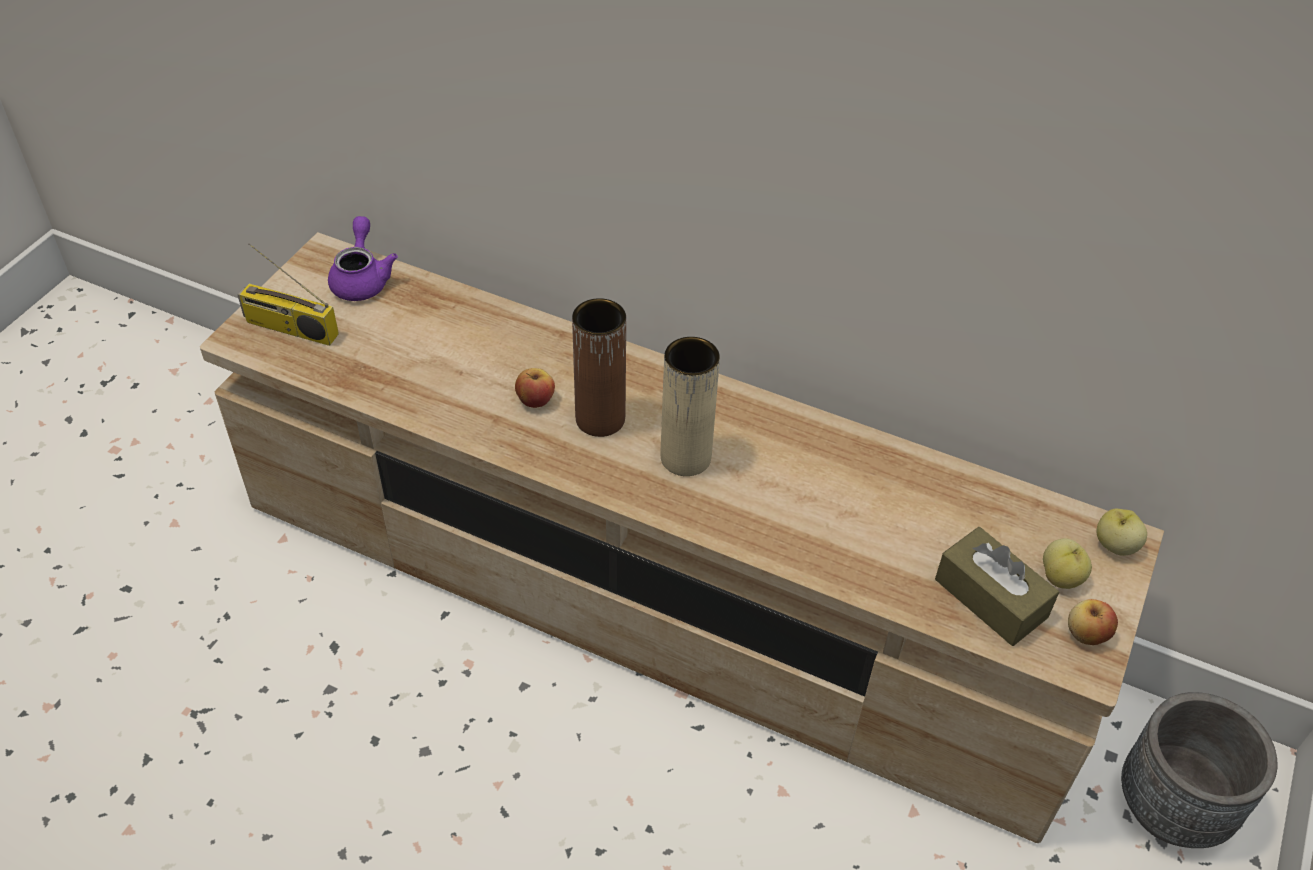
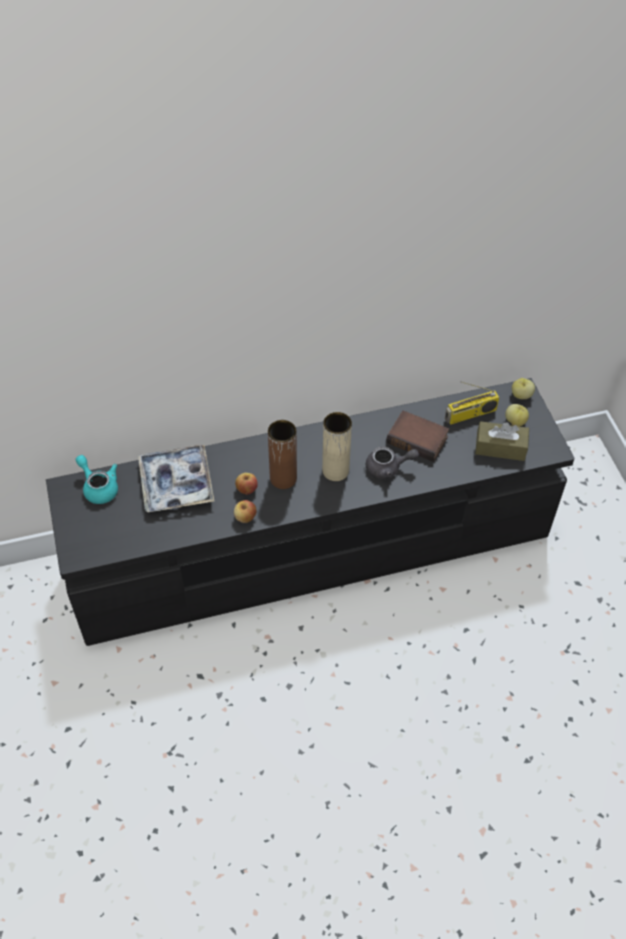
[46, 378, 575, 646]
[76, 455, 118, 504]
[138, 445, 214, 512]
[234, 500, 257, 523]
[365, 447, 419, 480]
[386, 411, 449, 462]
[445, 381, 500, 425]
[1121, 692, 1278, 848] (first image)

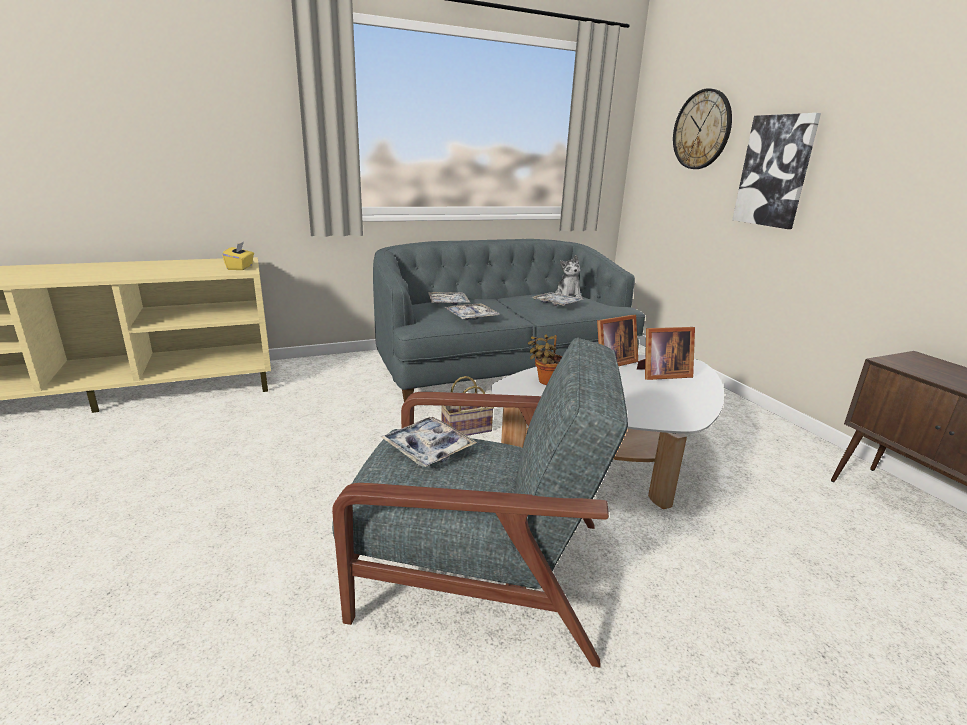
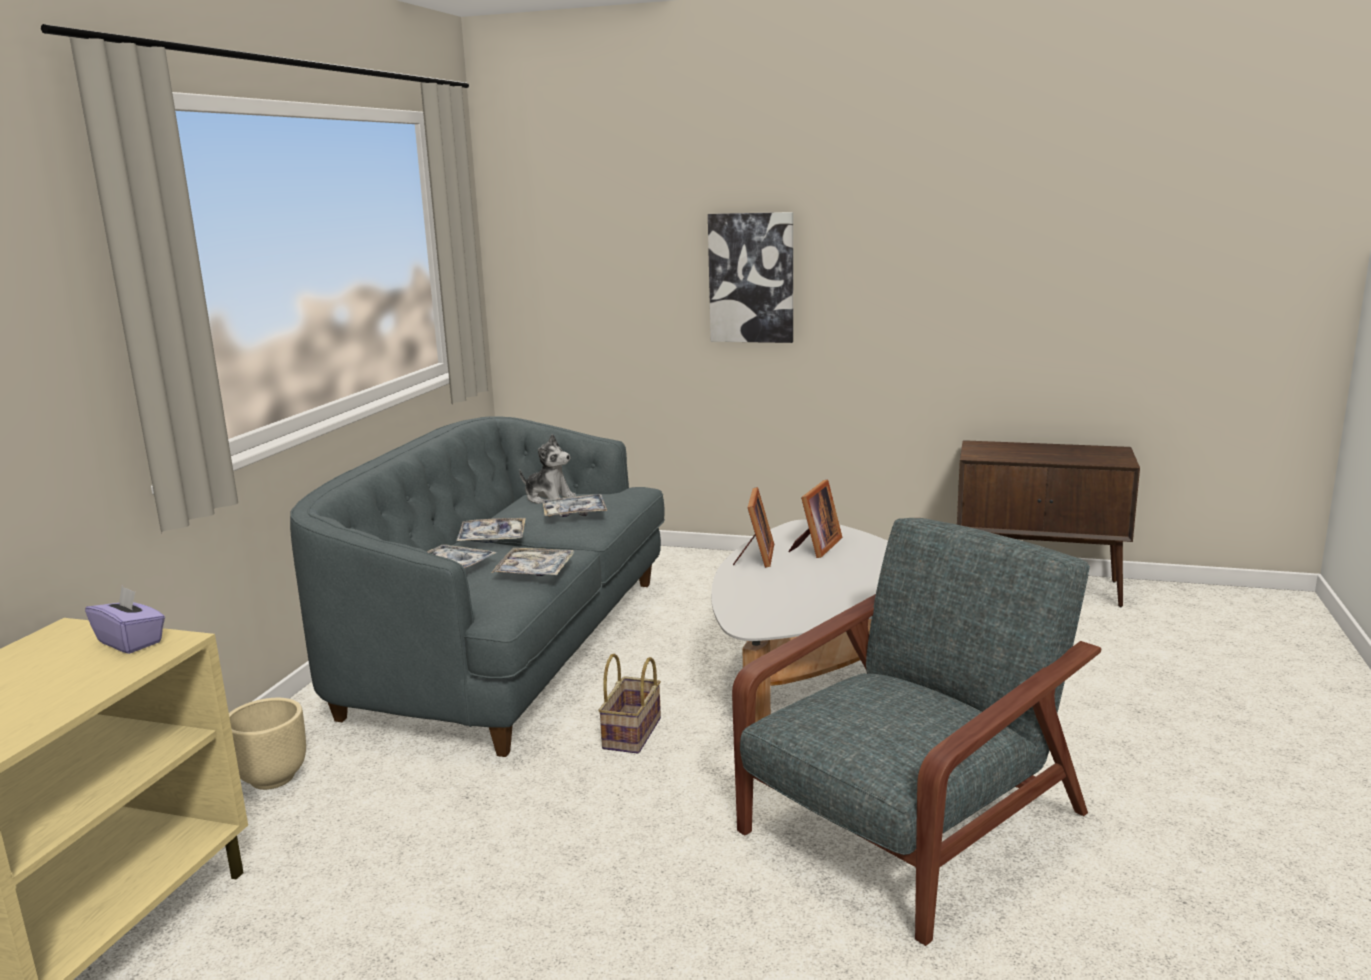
[85, 586, 165, 654]
[229, 698, 306, 790]
[456, 518, 526, 543]
[528, 334, 562, 385] (first image)
[673, 88, 732, 169] (first image)

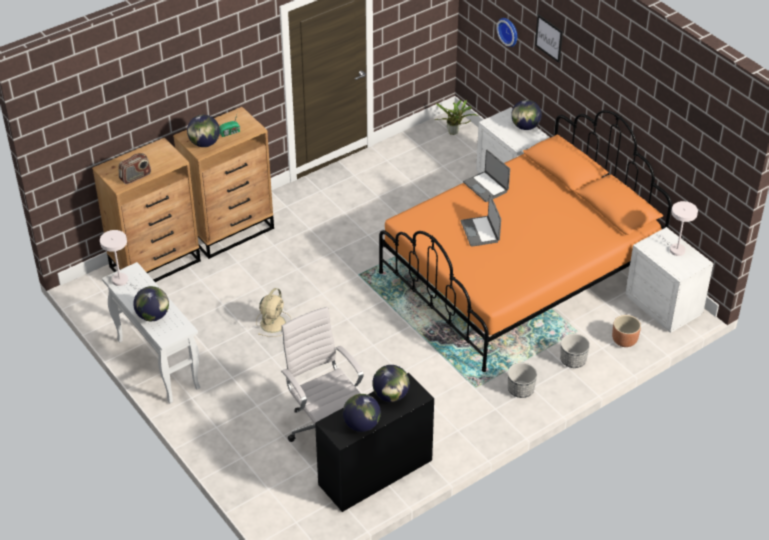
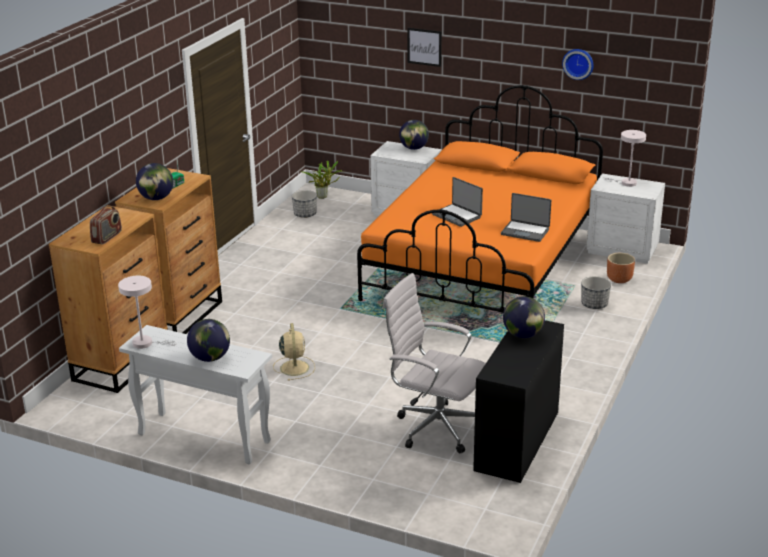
[292, 190, 317, 218]
[501, 193, 551, 242]
[562, 49, 593, 80]
[343, 394, 381, 432] (first image)

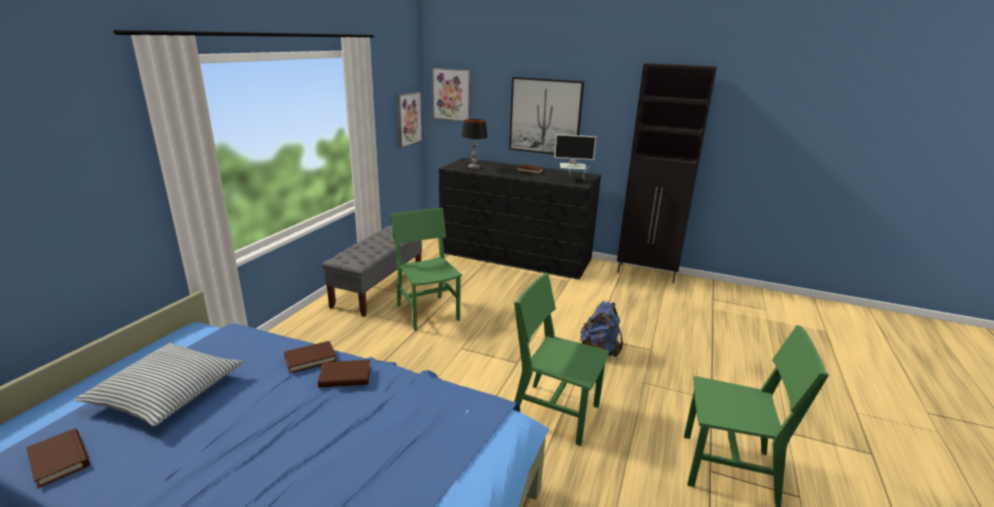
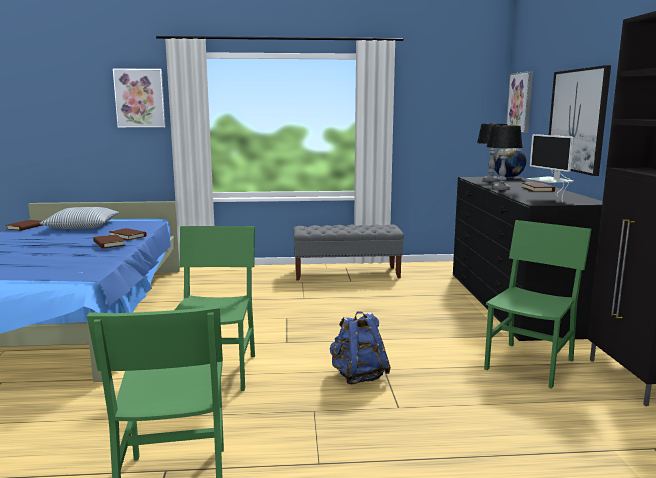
[113, 69, 166, 128]
[484, 220, 592, 389]
[486, 125, 523, 190]
[494, 148, 527, 178]

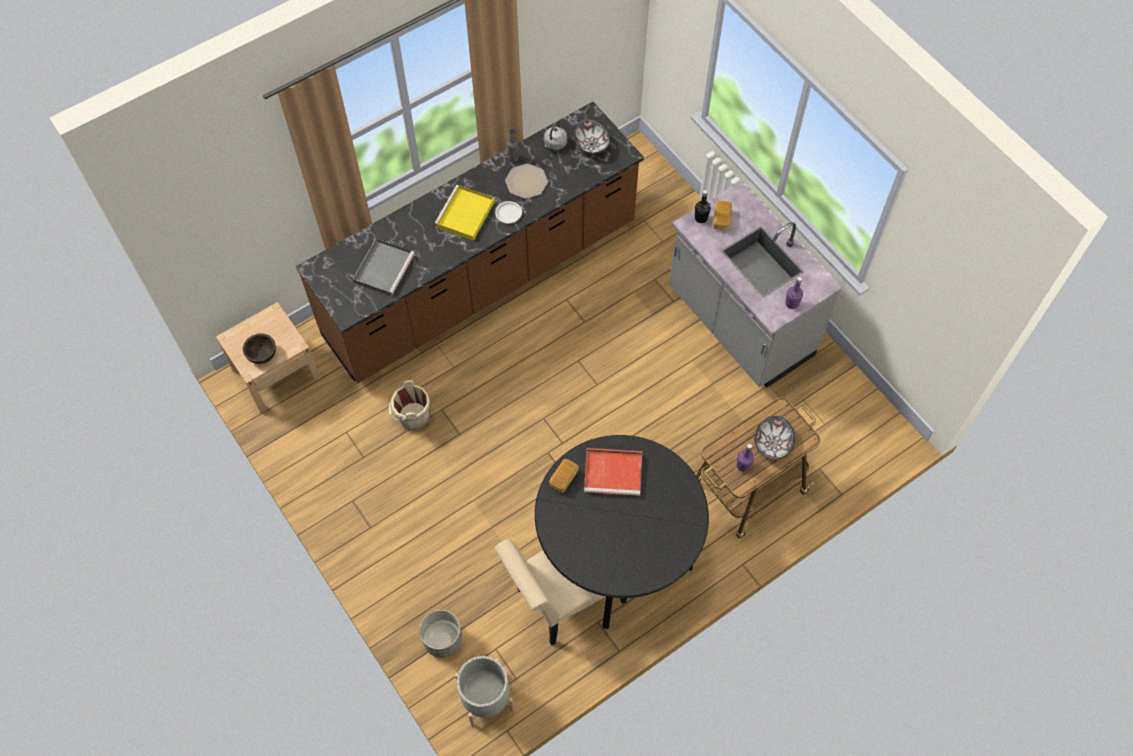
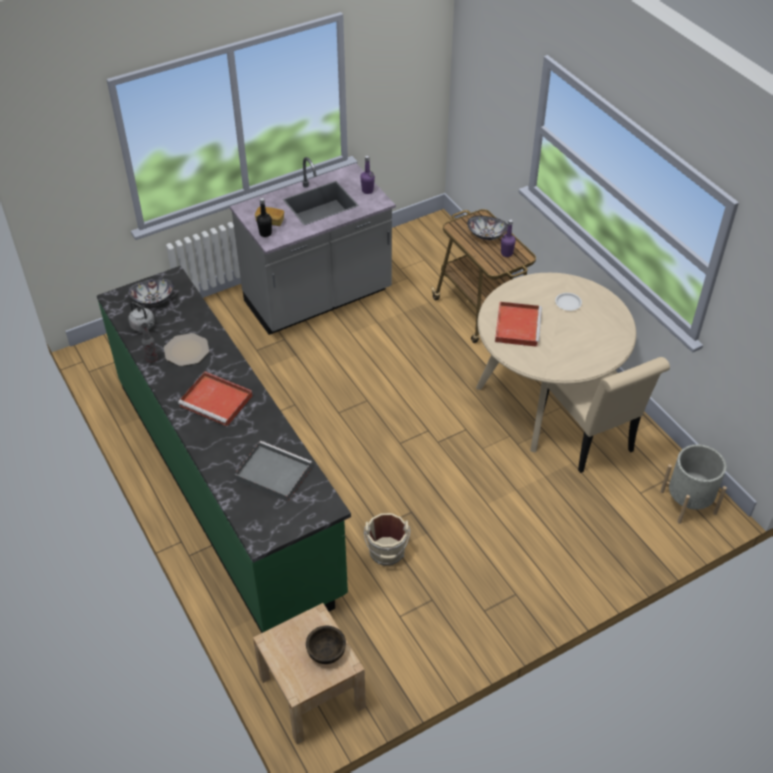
[97, 266, 351, 633]
[178, 372, 253, 426]
[476, 273, 636, 452]
[555, 293, 582, 311]
[420, 610, 462, 658] (first image)
[549, 459, 579, 493] (first image)

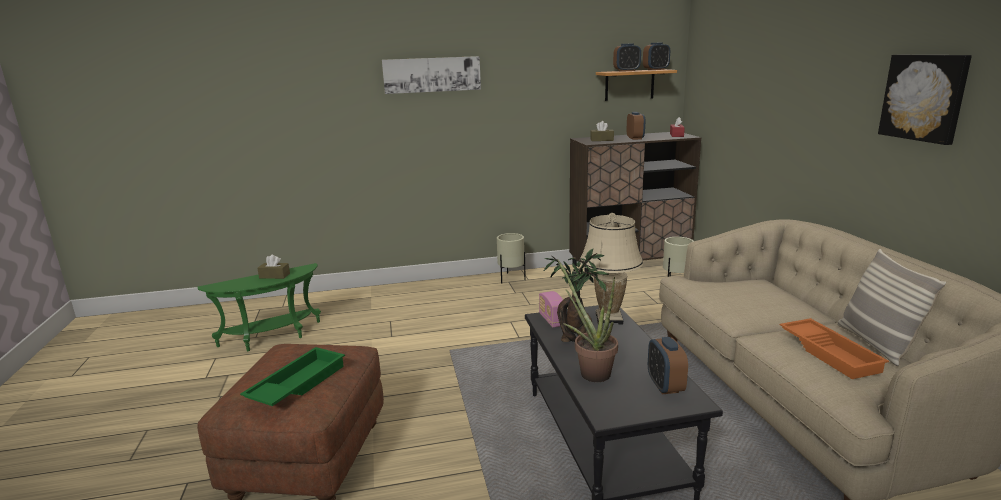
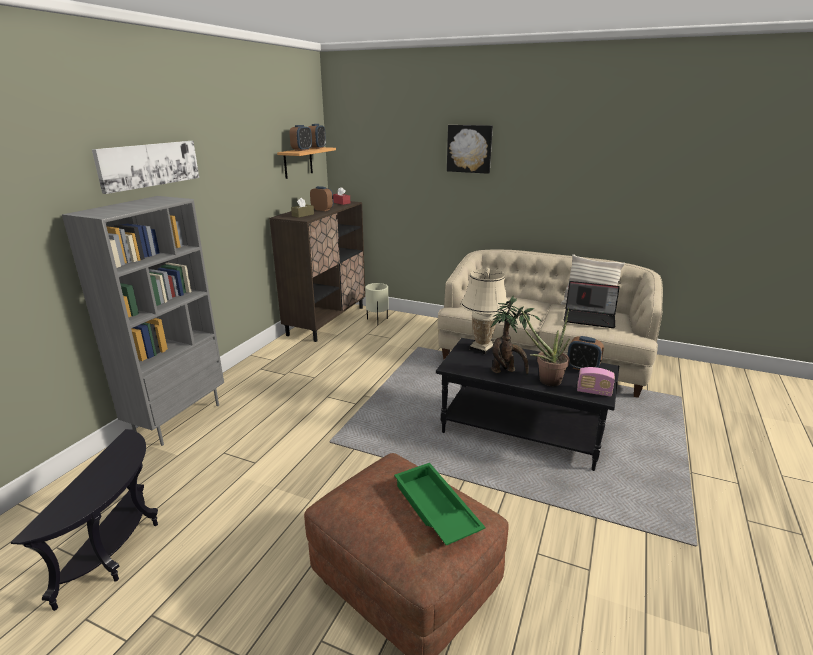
[10, 429, 158, 611]
[62, 196, 224, 446]
[447, 125, 493, 174]
[564, 281, 620, 328]
[577, 367, 615, 397]
[257, 255, 290, 279] (first image)
[497, 233, 526, 283] (first image)

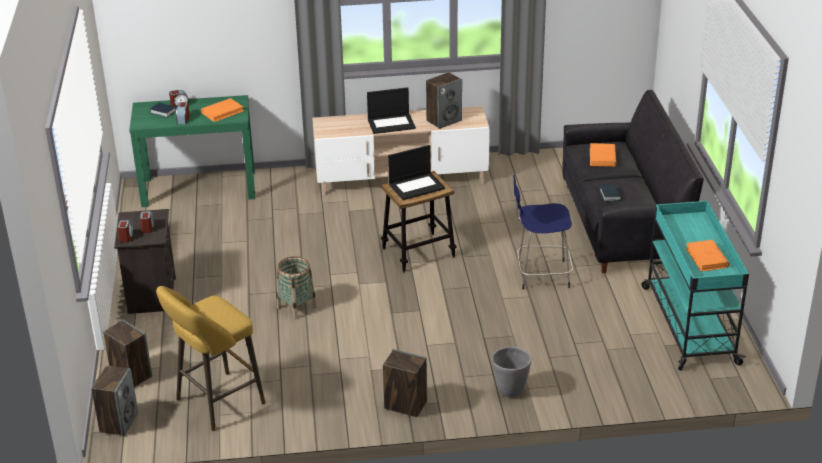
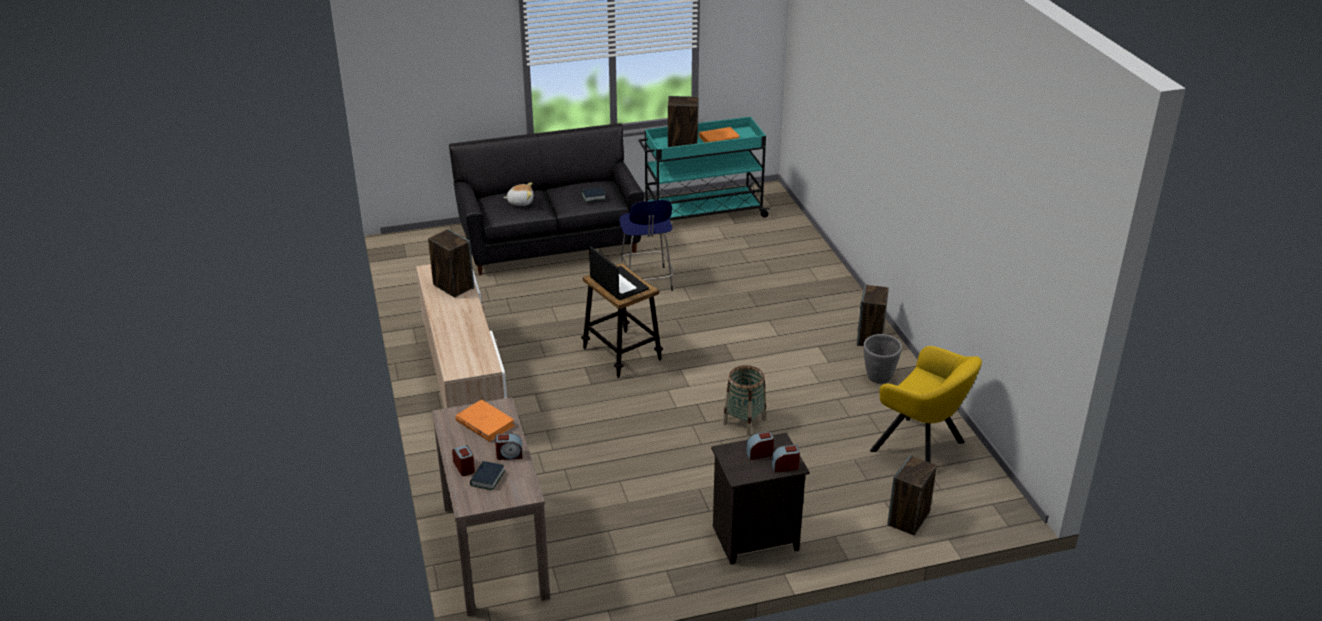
[432, 397, 550, 616]
[503, 183, 533, 206]
[668, 96, 699, 147]
[864, 334, 902, 384]
[870, 346, 982, 463]
[367, 87, 416, 134] (first image)

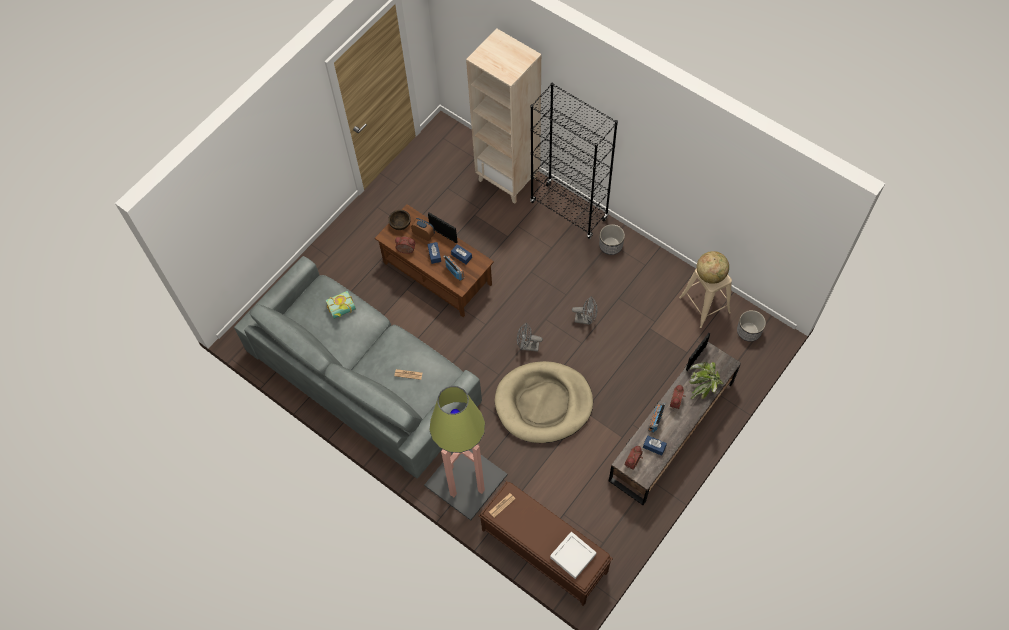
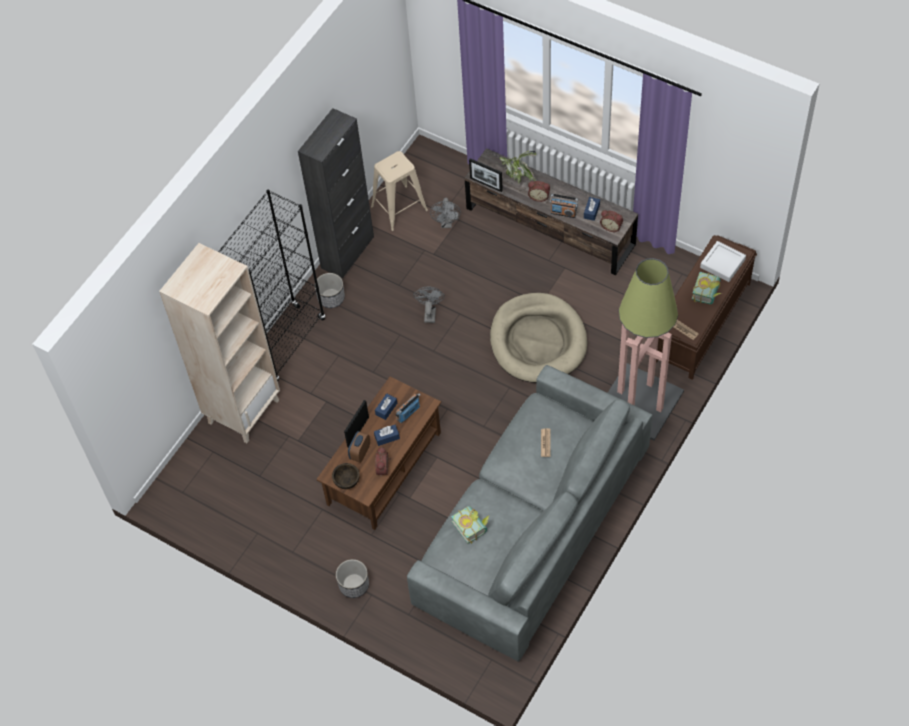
[298, 108, 374, 278]
[336, 559, 369, 598]
[430, 198, 461, 228]
[692, 272, 721, 304]
[697, 251, 729, 284] (first image)

